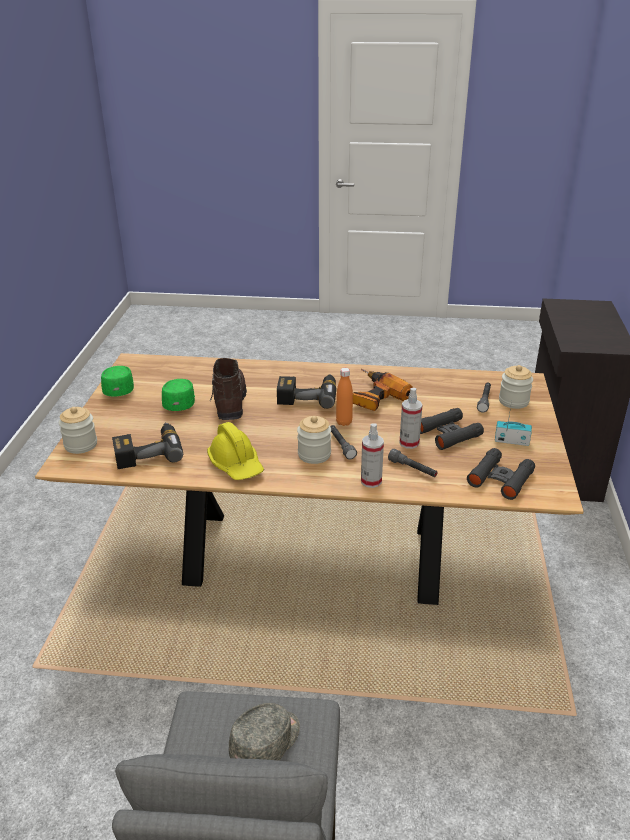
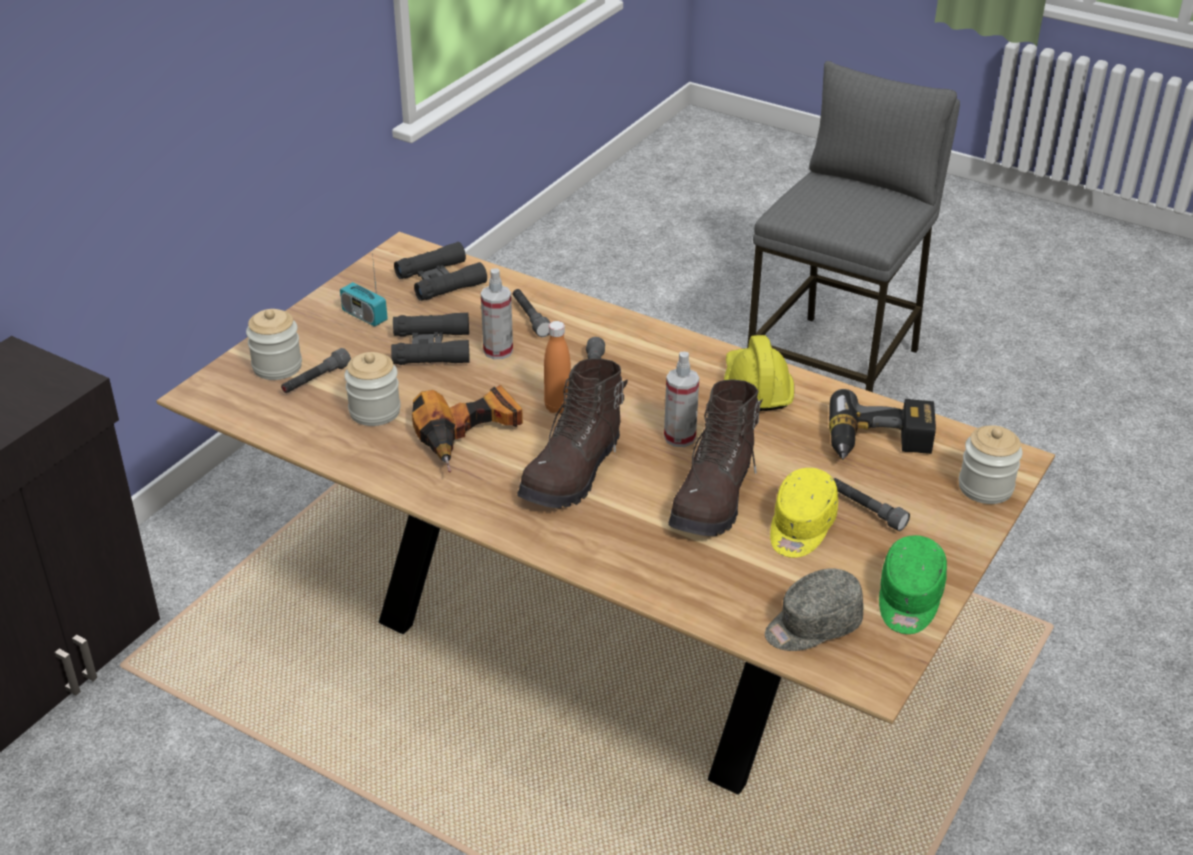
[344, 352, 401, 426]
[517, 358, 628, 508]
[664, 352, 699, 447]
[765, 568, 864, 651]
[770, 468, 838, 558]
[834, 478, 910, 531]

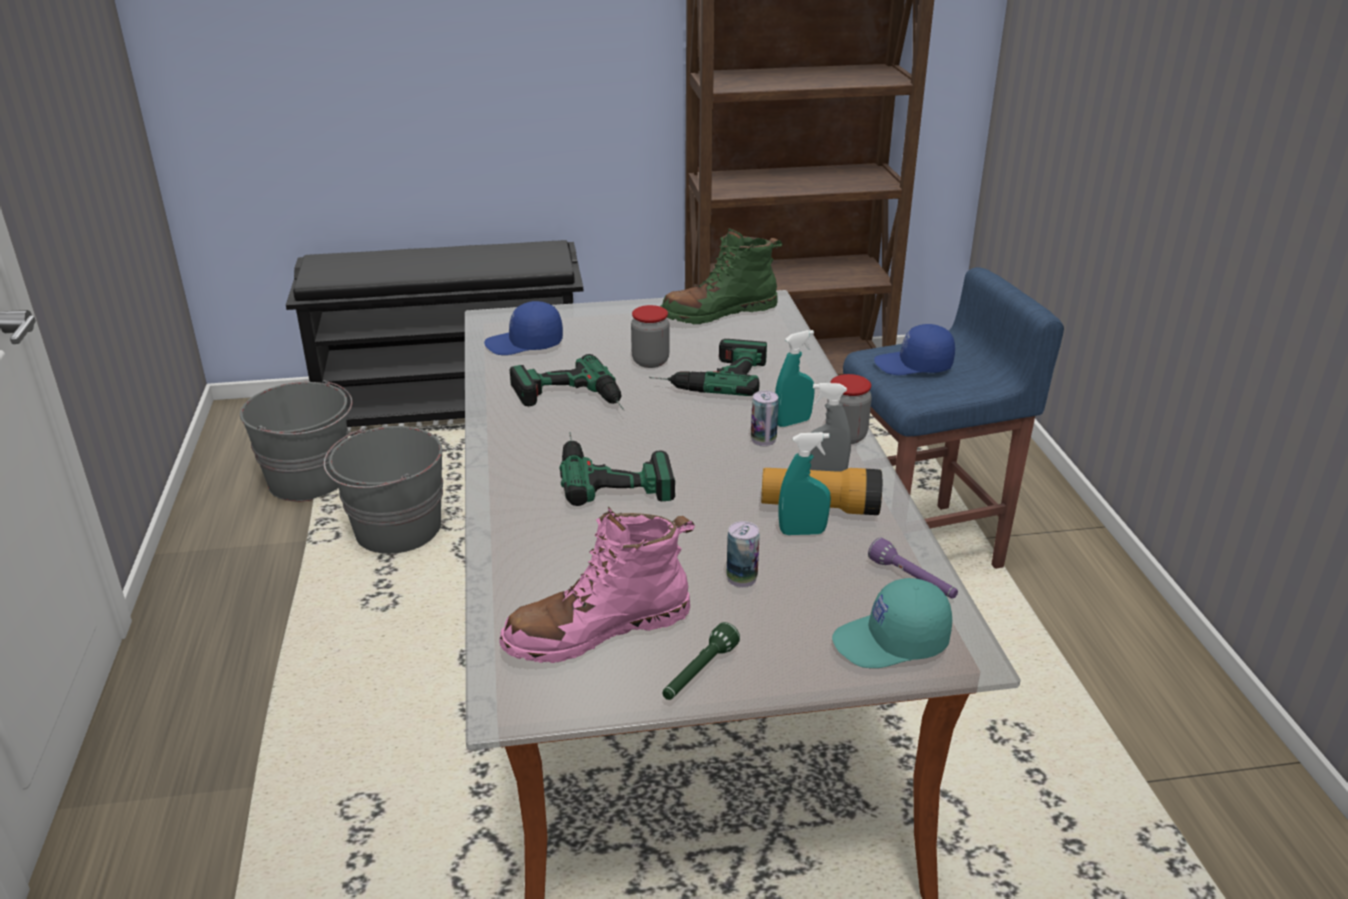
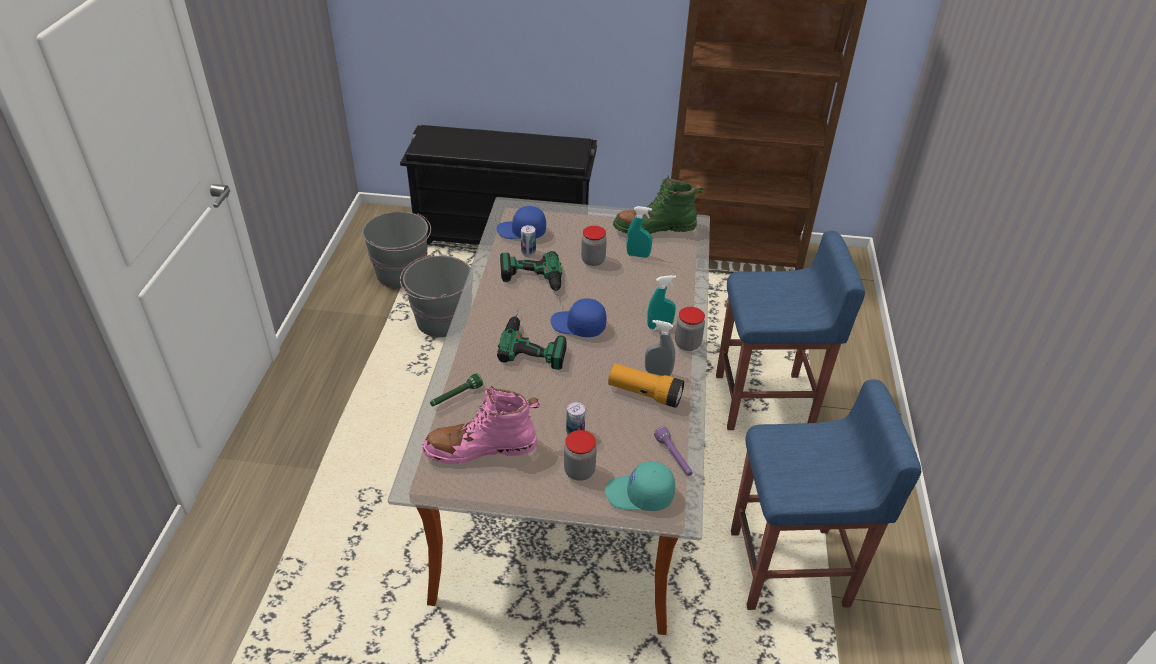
[430, 373, 483, 406]
[521, 225, 536, 257]
[551, 298, 607, 337]
[564, 430, 597, 481]
[626, 206, 652, 258]
[731, 380, 921, 610]
[649, 339, 767, 396] (first image)

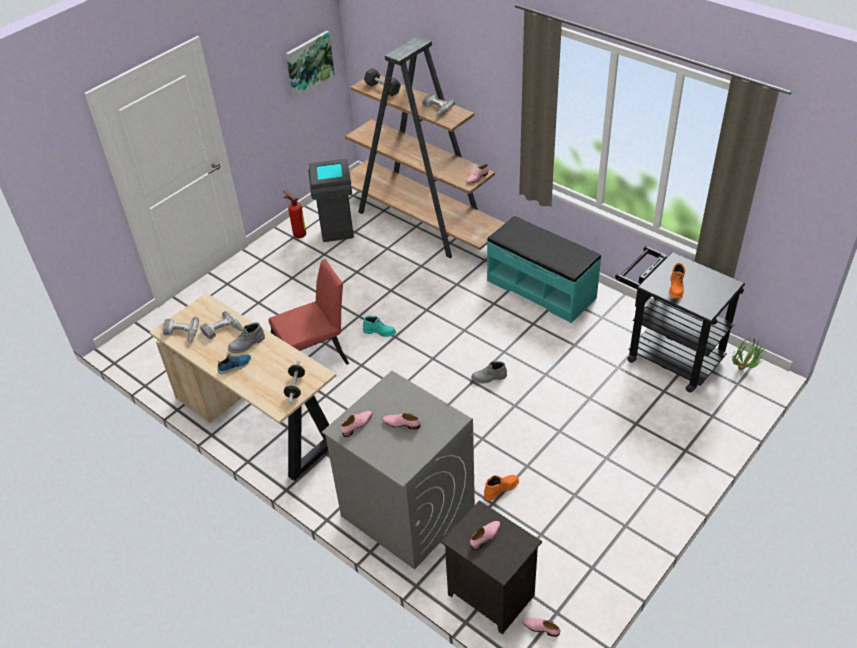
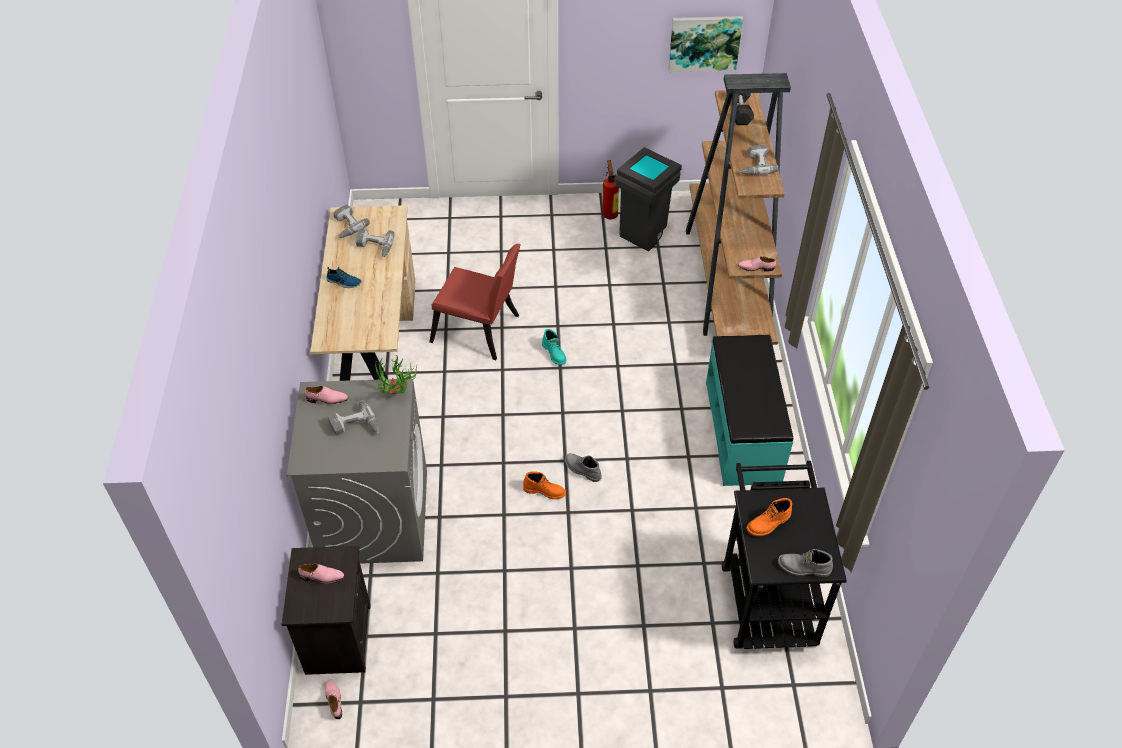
[328, 400, 379, 435]
[375, 355, 417, 394]
[523, 471, 566, 499]
[778, 549, 833, 577]
[284, 360, 305, 404] (first image)

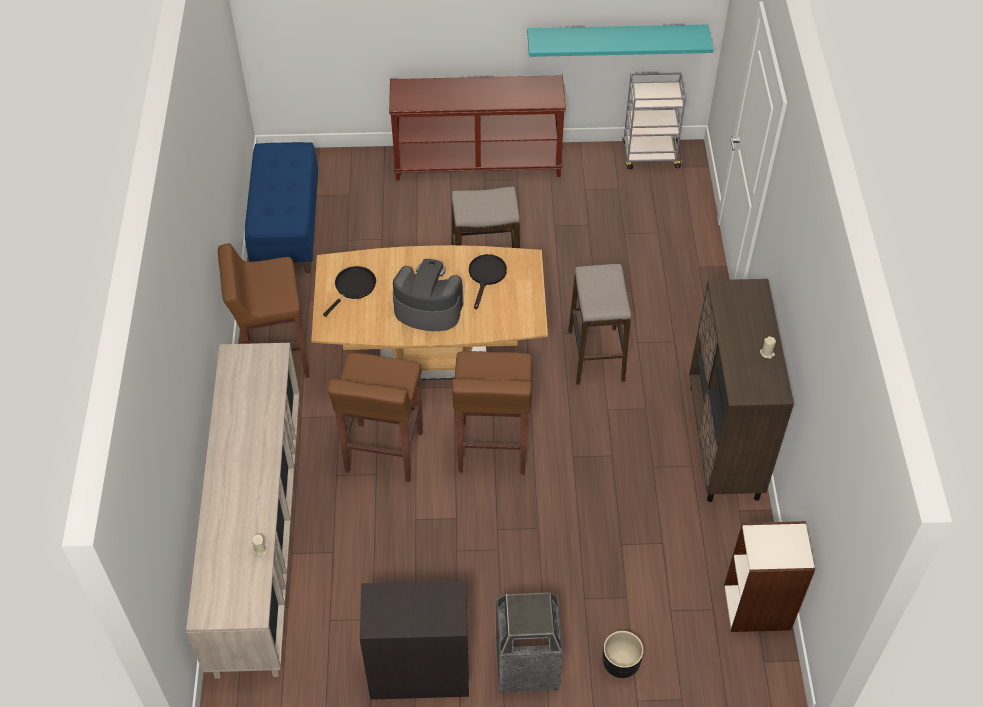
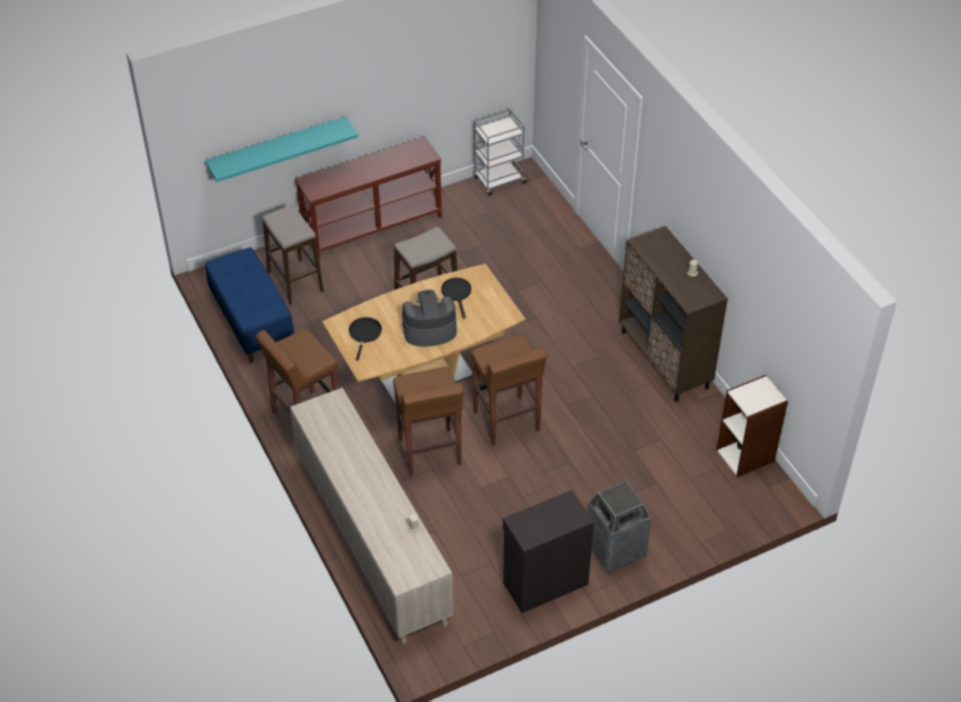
[205, 116, 358, 182]
[262, 205, 324, 305]
[602, 631, 644, 678] (first image)

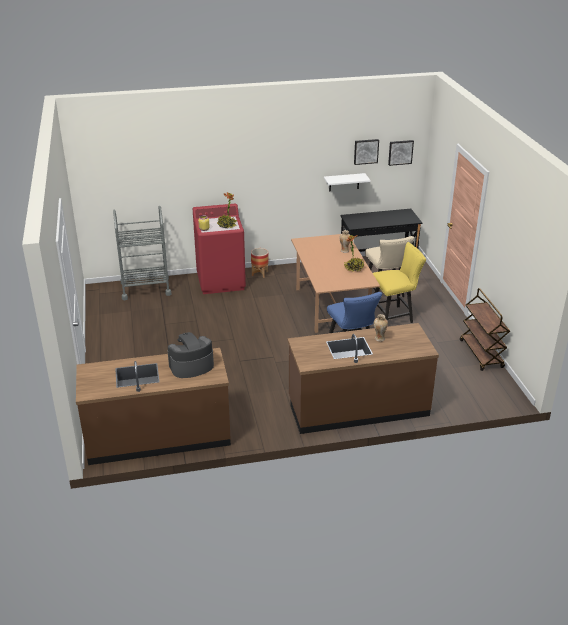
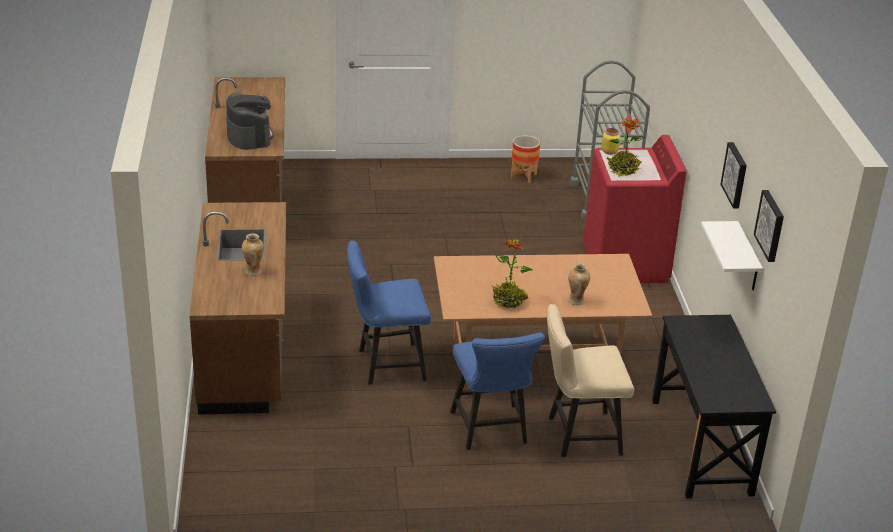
[450, 333, 545, 450]
[511, 136, 540, 183]
[720, 142, 747, 208]
[460, 288, 510, 371] (first image)

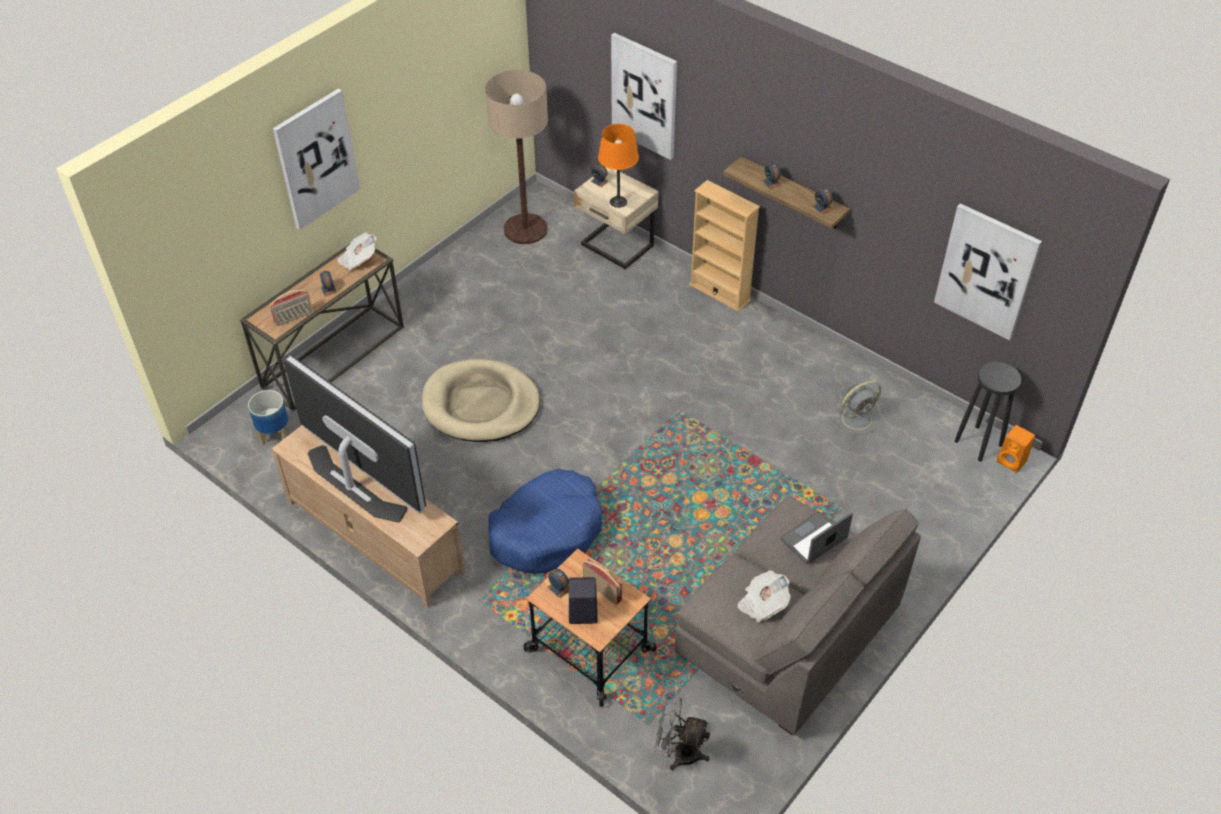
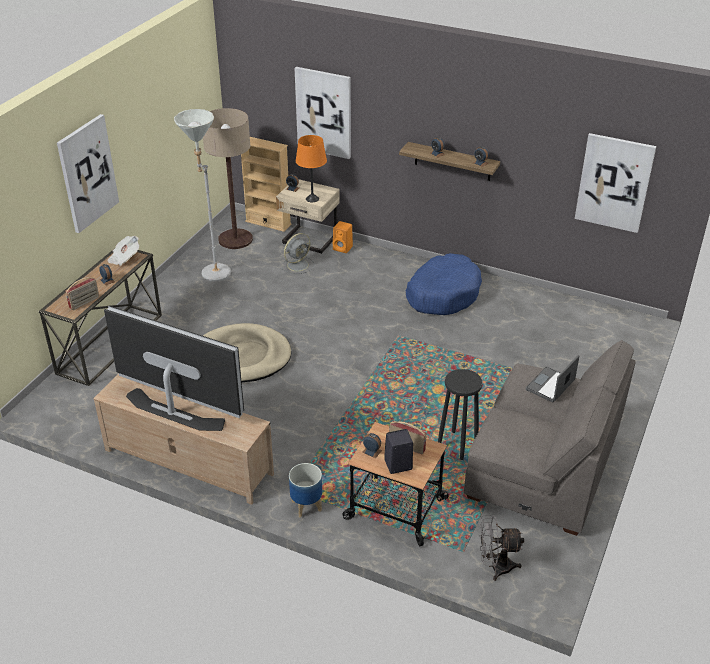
[174, 109, 231, 281]
[241, 137, 291, 232]
[281, 233, 315, 274]
[289, 463, 322, 518]
[333, 221, 353, 253]
[406, 253, 482, 315]
[438, 369, 483, 460]
[738, 570, 791, 623] (first image)

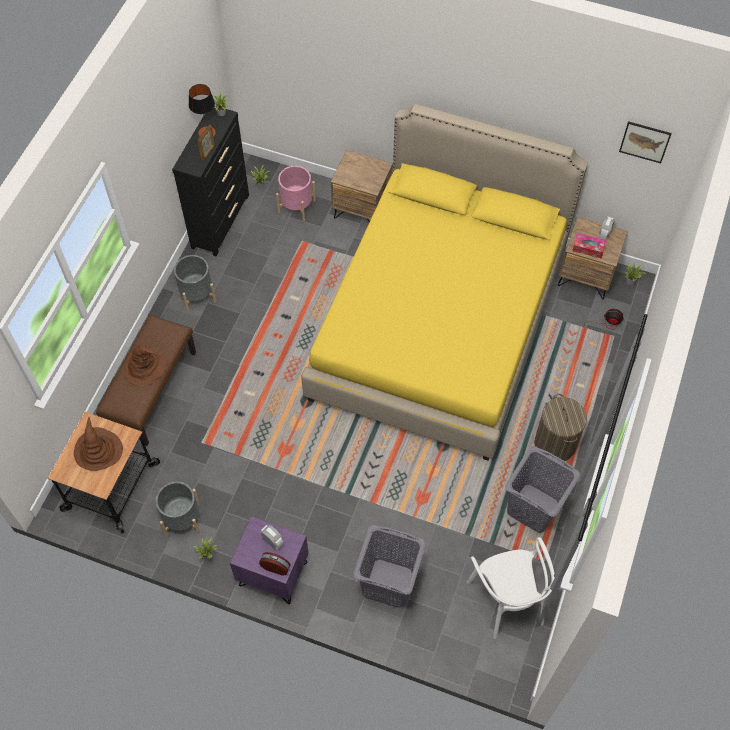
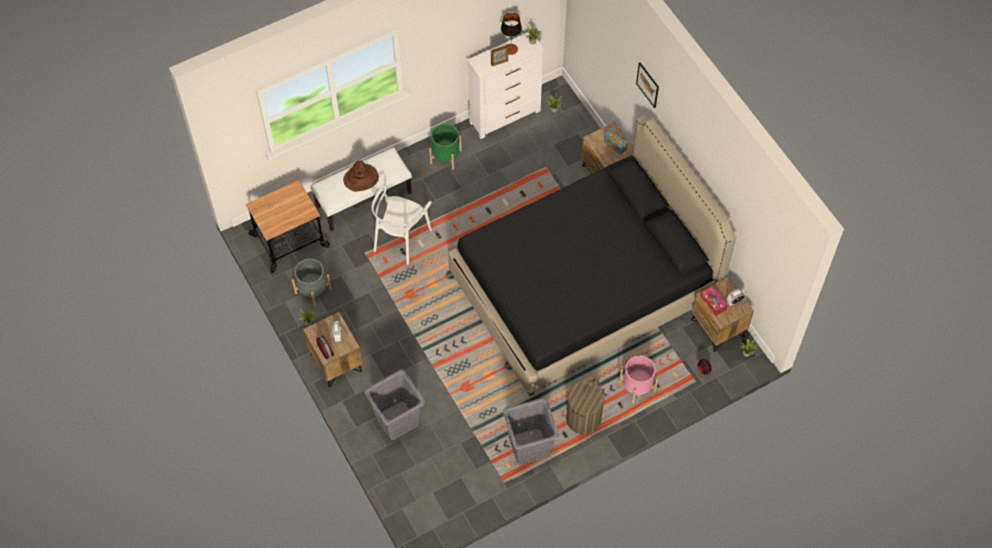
[303, 312, 362, 387]
[311, 147, 412, 231]
[372, 184, 432, 265]
[429, 124, 462, 170]
[448, 115, 736, 396]
[467, 33, 544, 139]
[604, 129, 628, 155]
[619, 355, 658, 403]
[636, 62, 659, 108]
[74, 417, 123, 471] (first image)

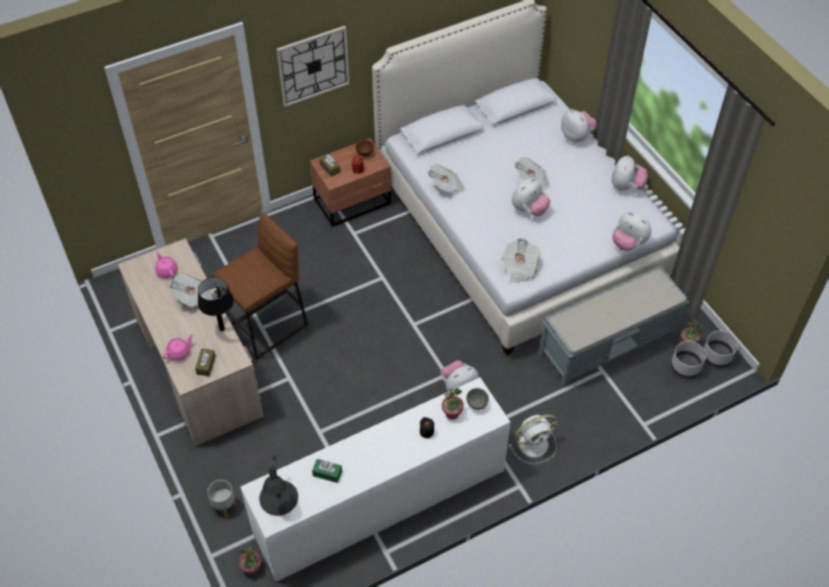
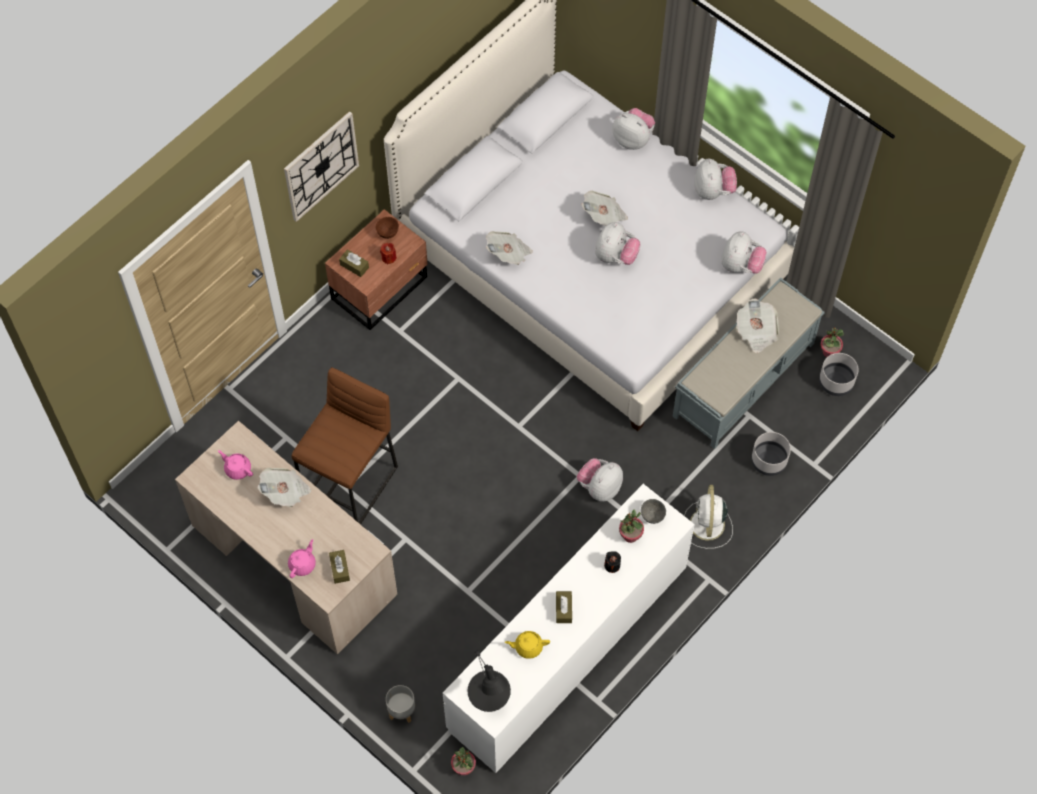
[505, 631, 550, 659]
[556, 591, 572, 623]
[684, 485, 733, 549]
[721, 231, 767, 274]
[736, 298, 779, 353]
[751, 432, 791, 476]
[198, 277, 234, 331] (first image)

